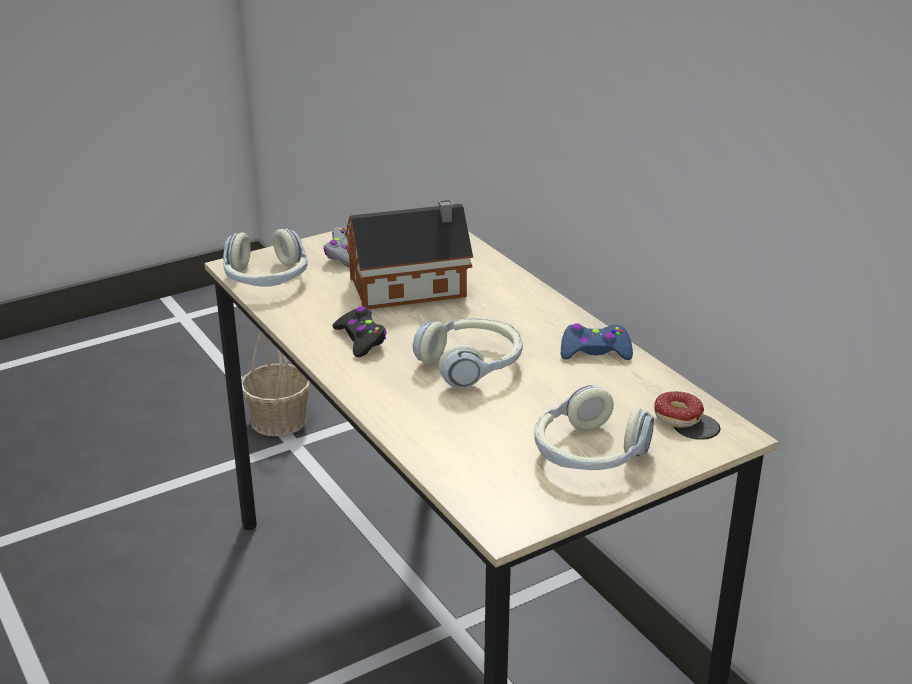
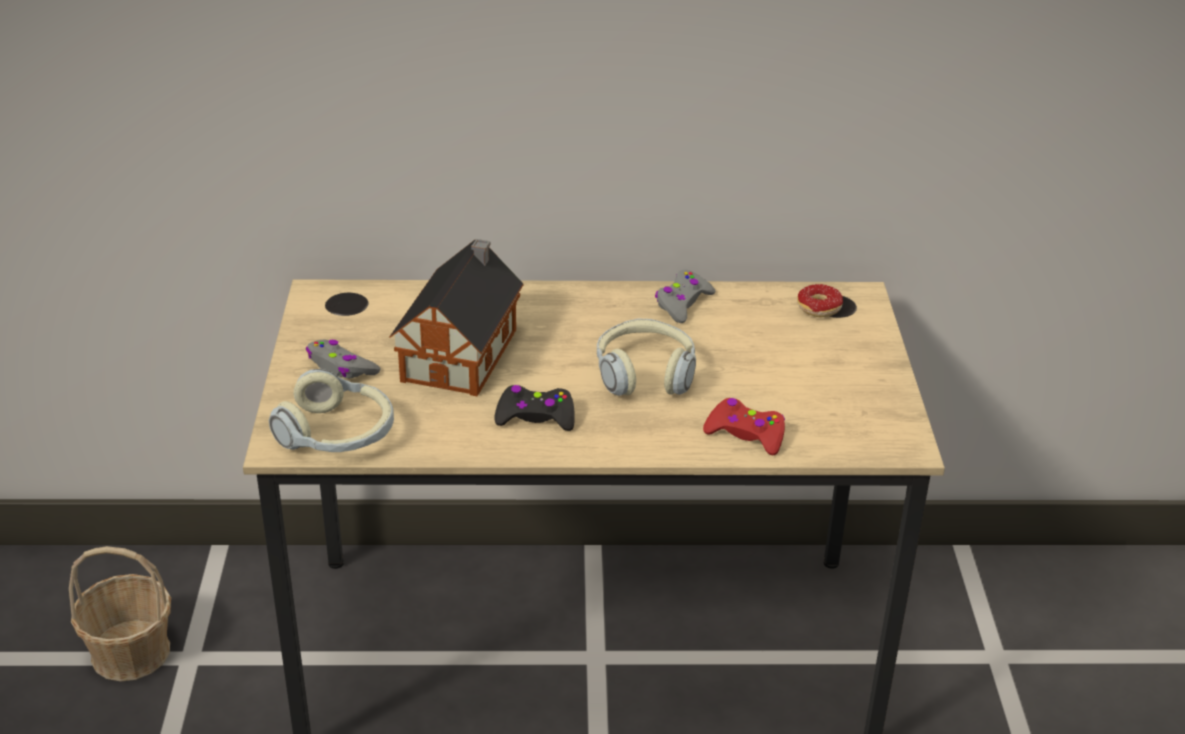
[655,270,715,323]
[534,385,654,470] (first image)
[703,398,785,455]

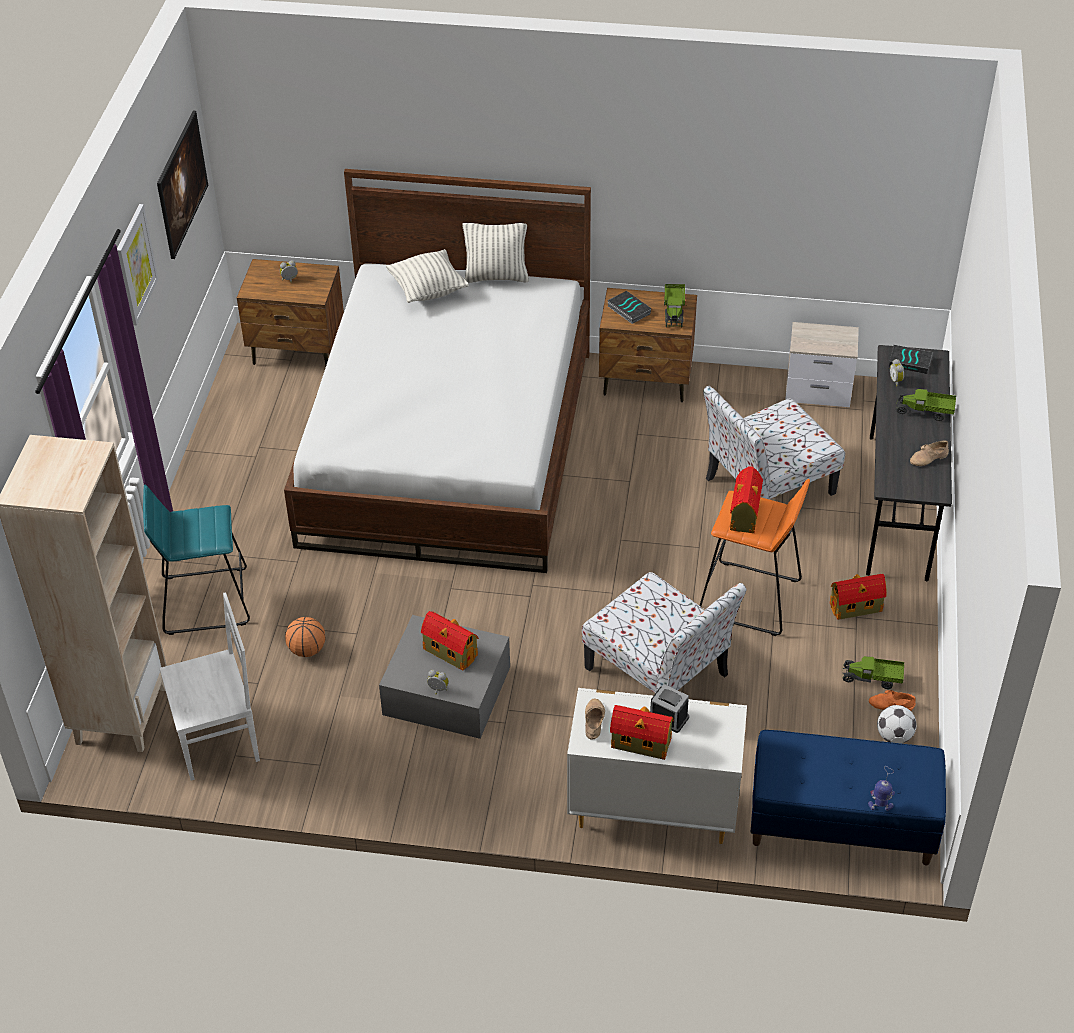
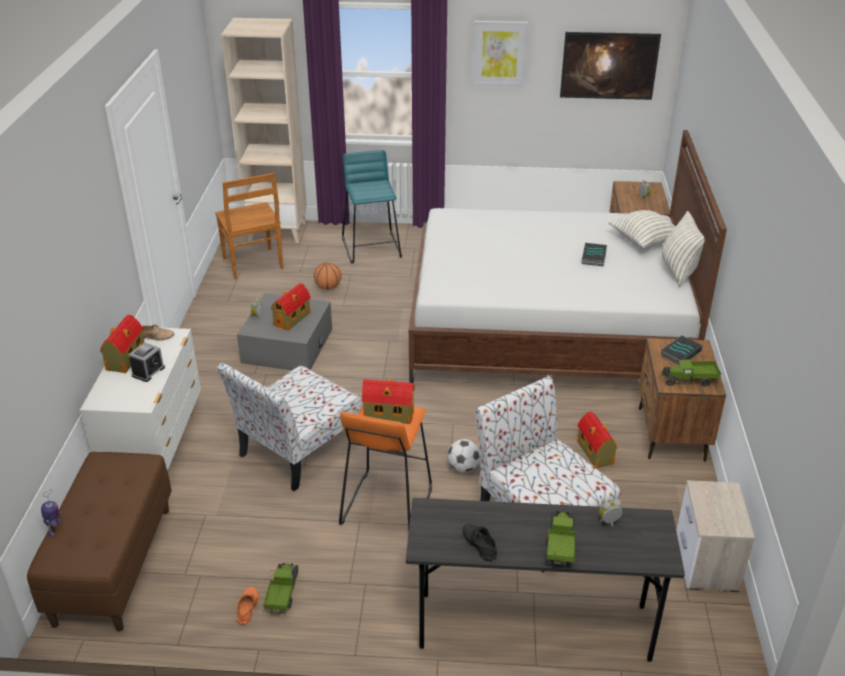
[582,243,607,266]
[463,524,497,561]
[577,411,618,468]
[215,173,283,279]
[448,439,480,472]
[27,452,172,631]

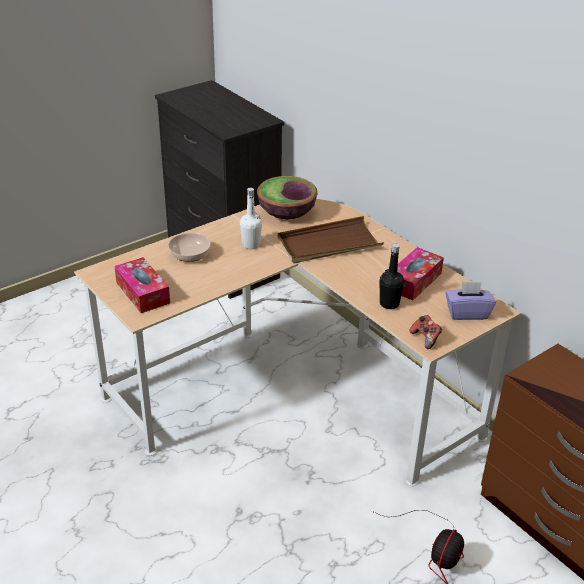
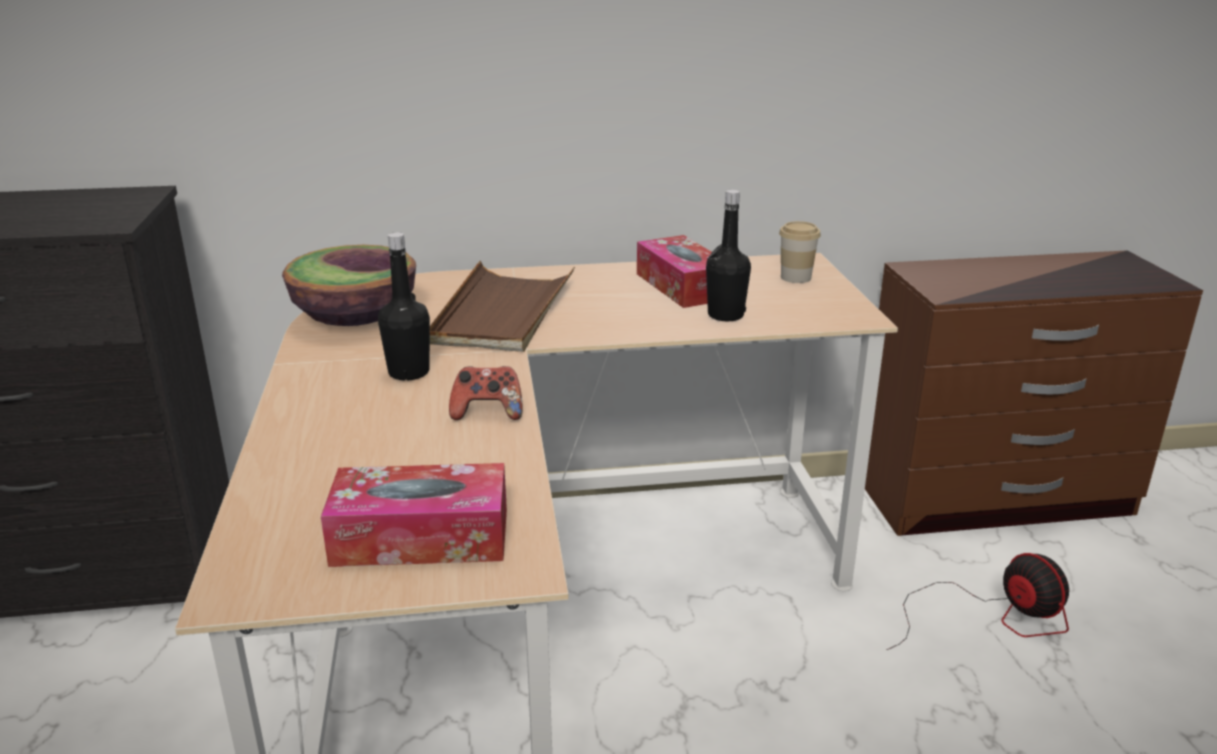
[378,232,430,381]
[168,233,211,262] (first image)
[779,221,821,283]
[449,366,522,420]

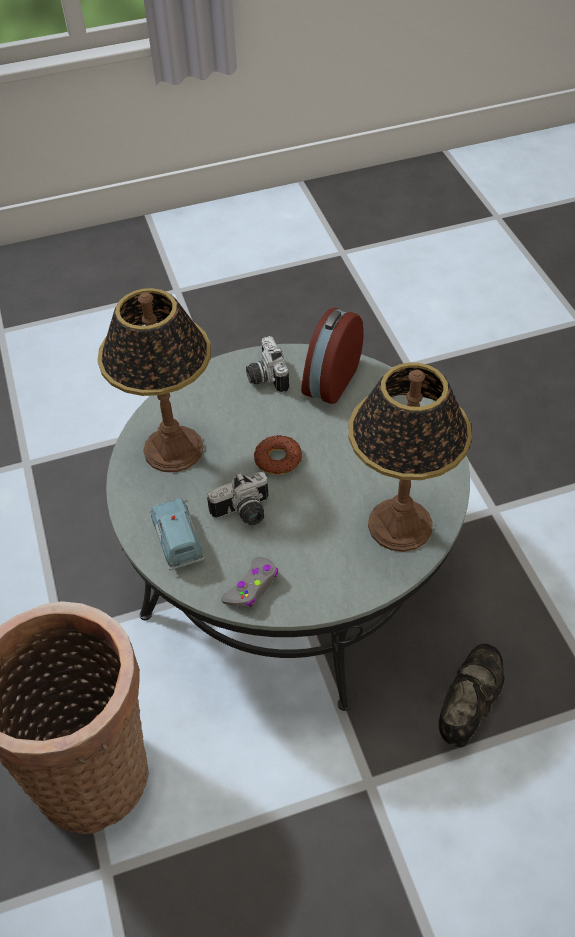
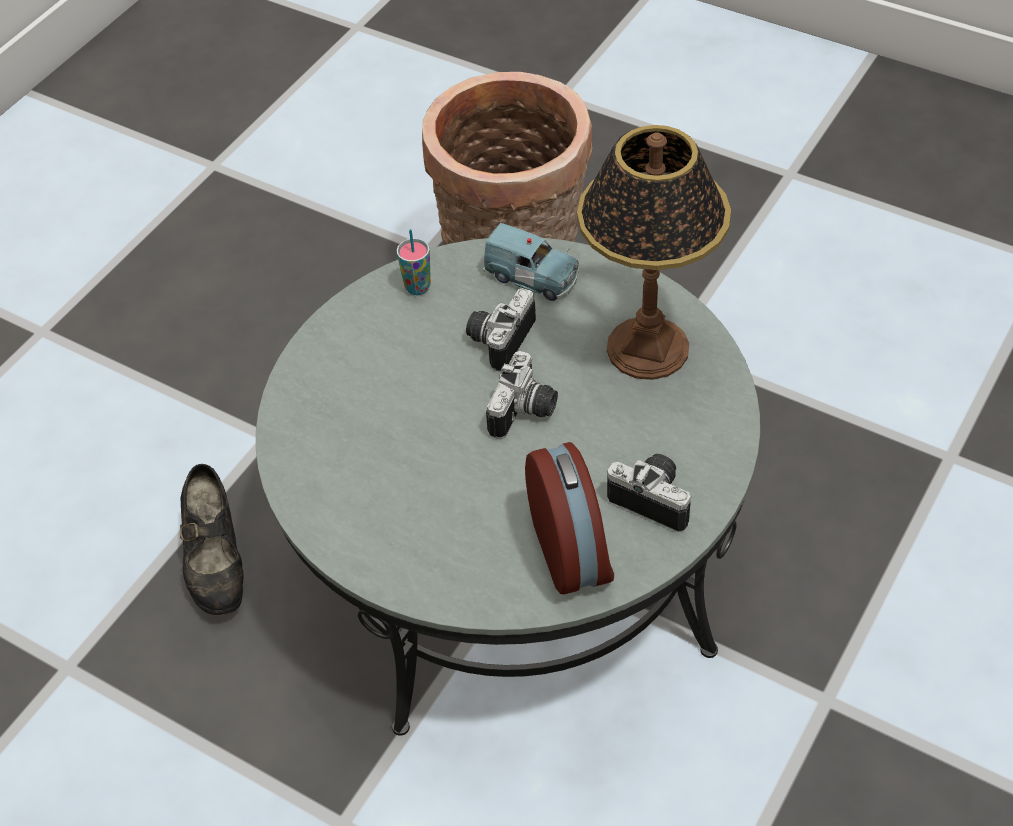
[348,363,472,552] (first image)
[486,351,558,439]
[397,229,431,295]

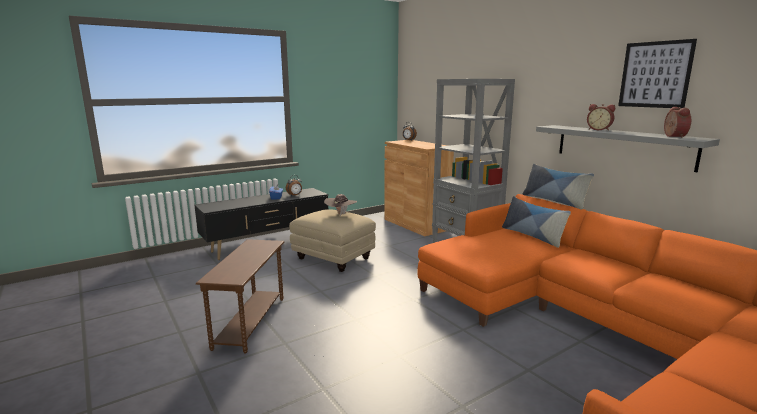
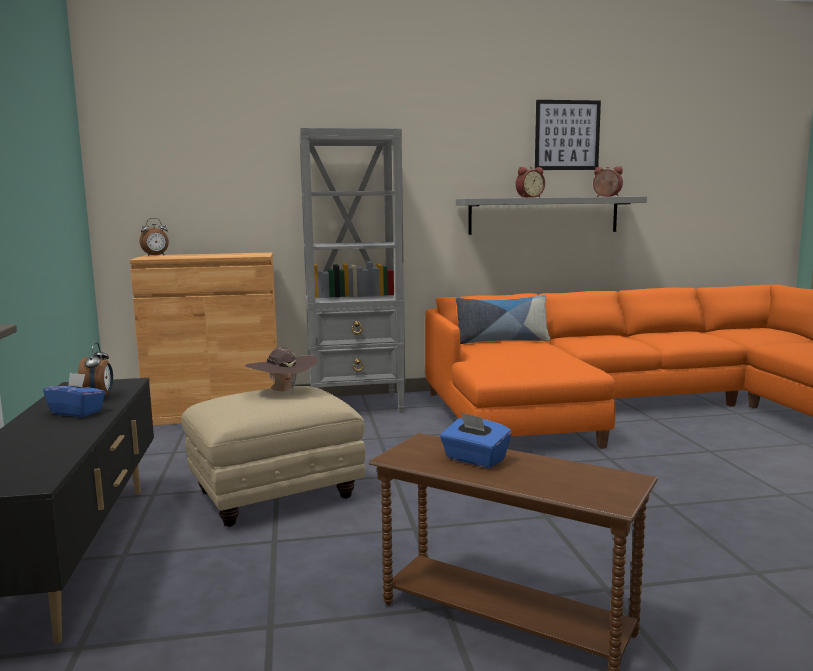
[523,164,594,210] (first image)
[440,412,511,468]

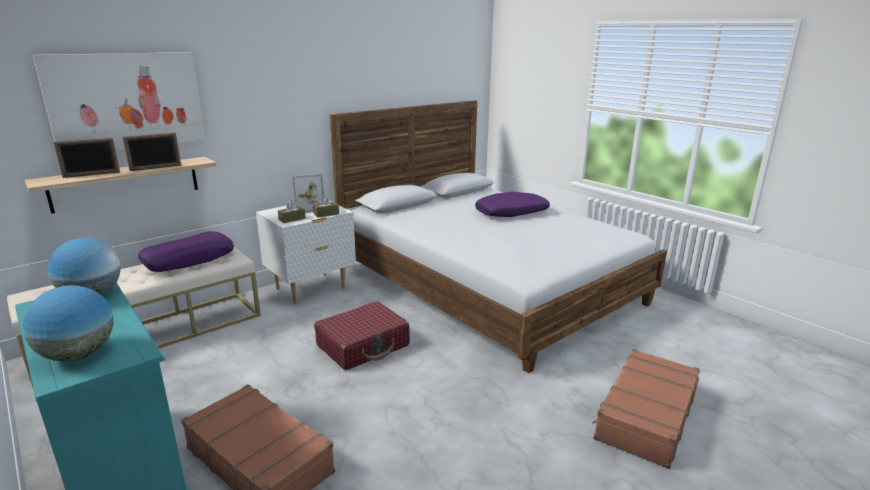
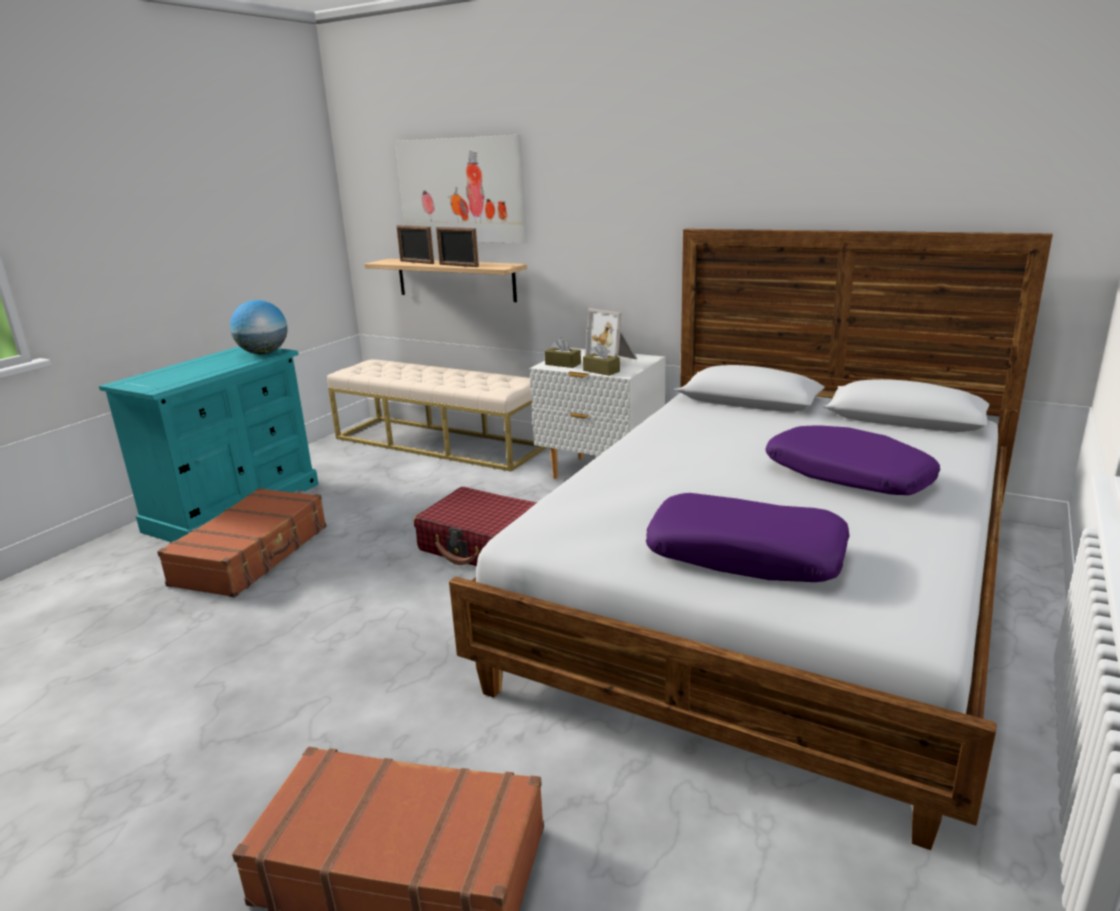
[646,493,849,582]
[22,285,114,362] (first image)

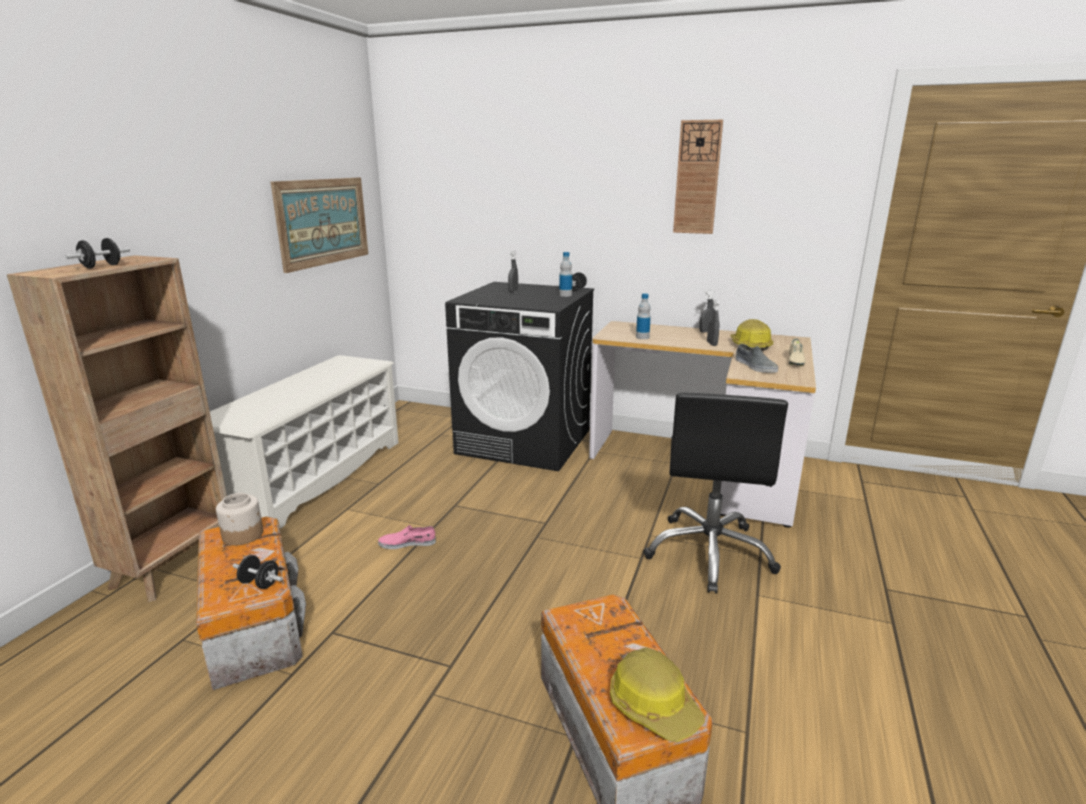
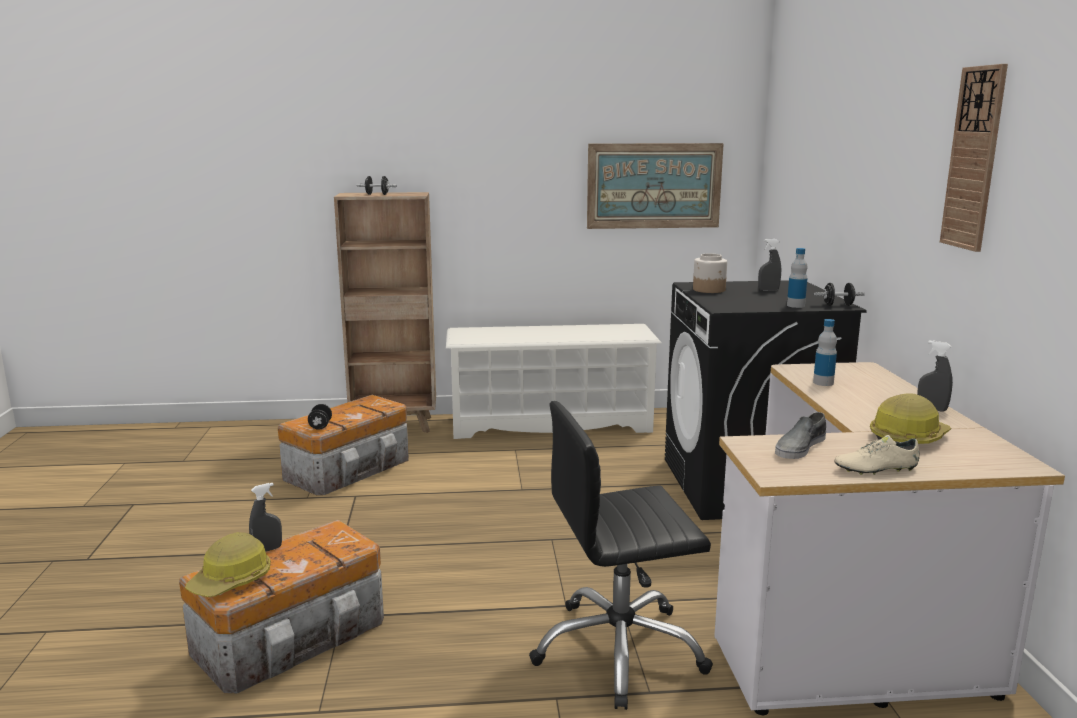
[249,483,282,551]
[693,254,727,293]
[378,525,436,549] (first image)

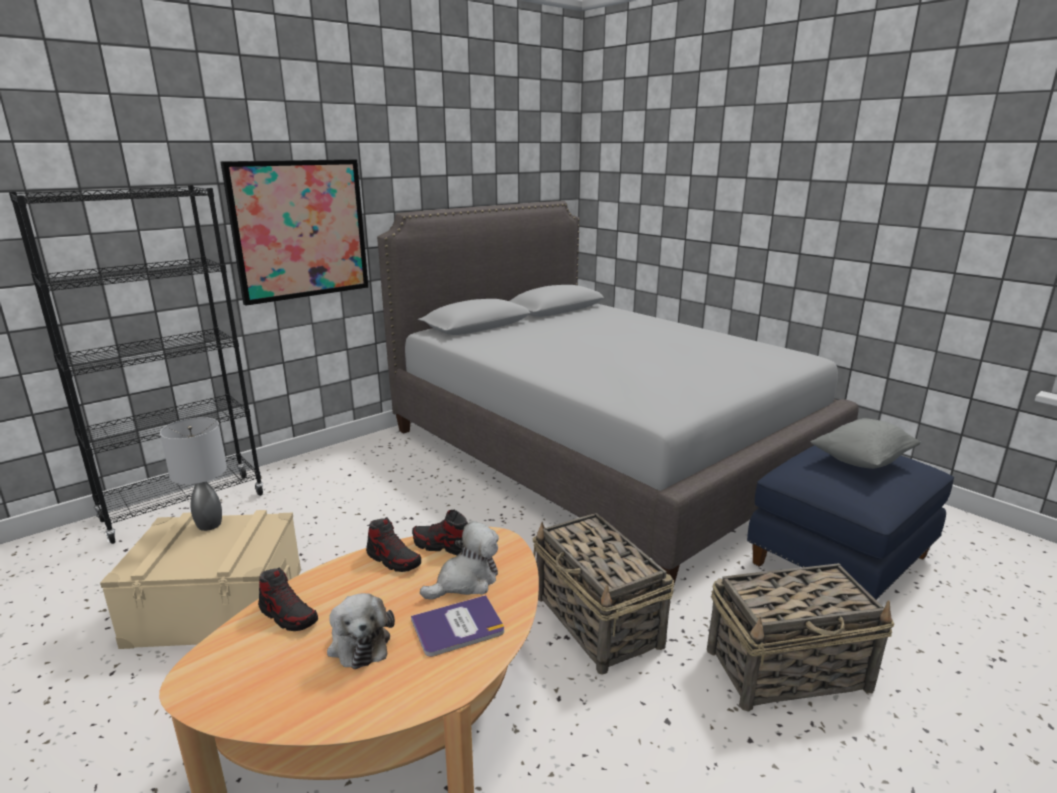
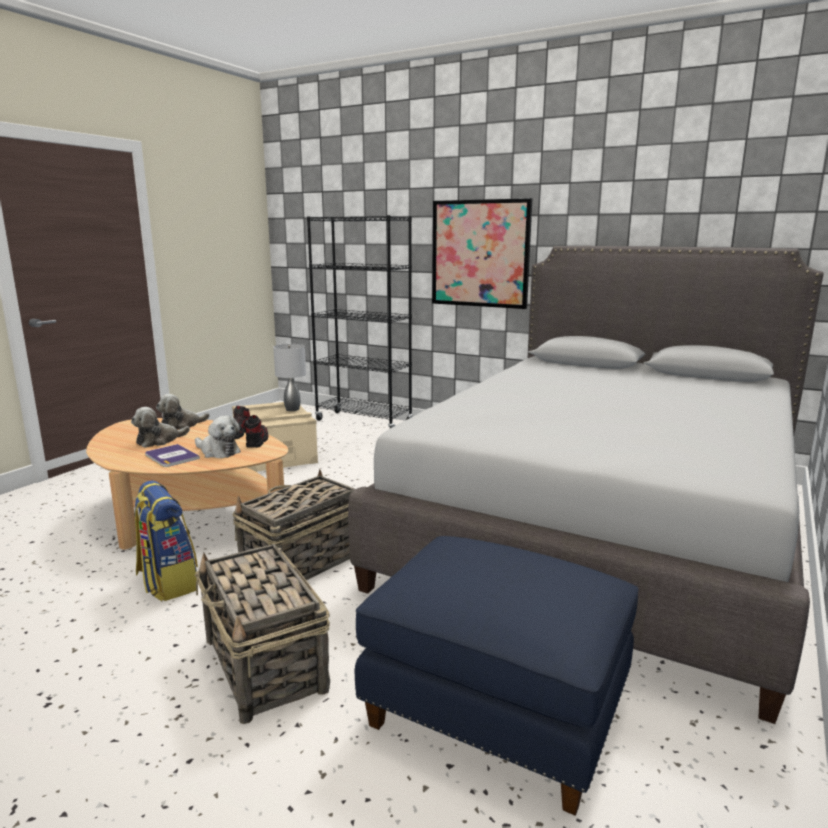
[810,418,921,469] (first image)
[156,394,210,430]
[134,480,198,601]

